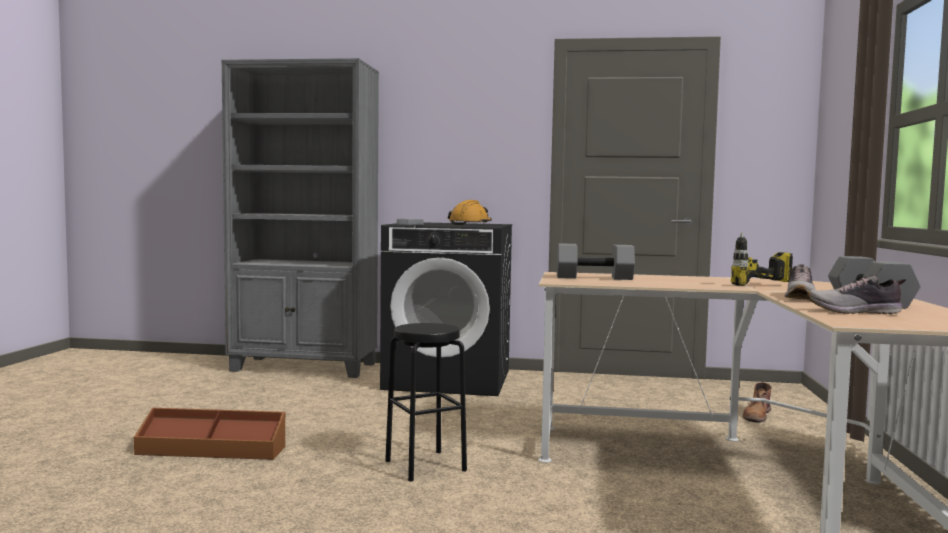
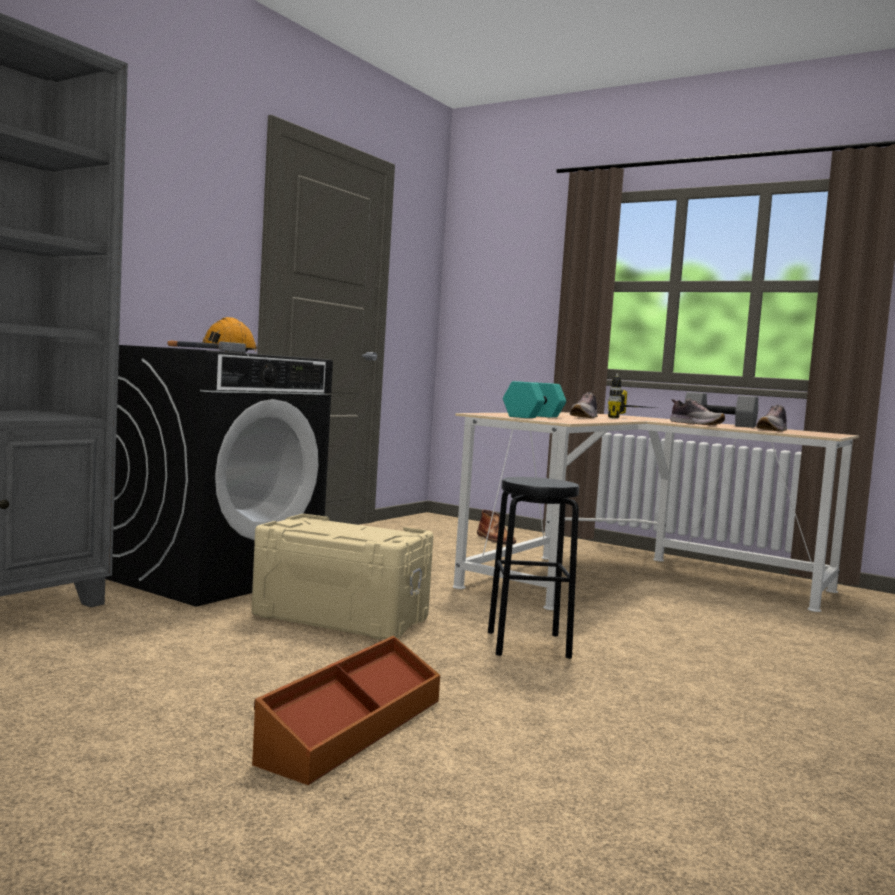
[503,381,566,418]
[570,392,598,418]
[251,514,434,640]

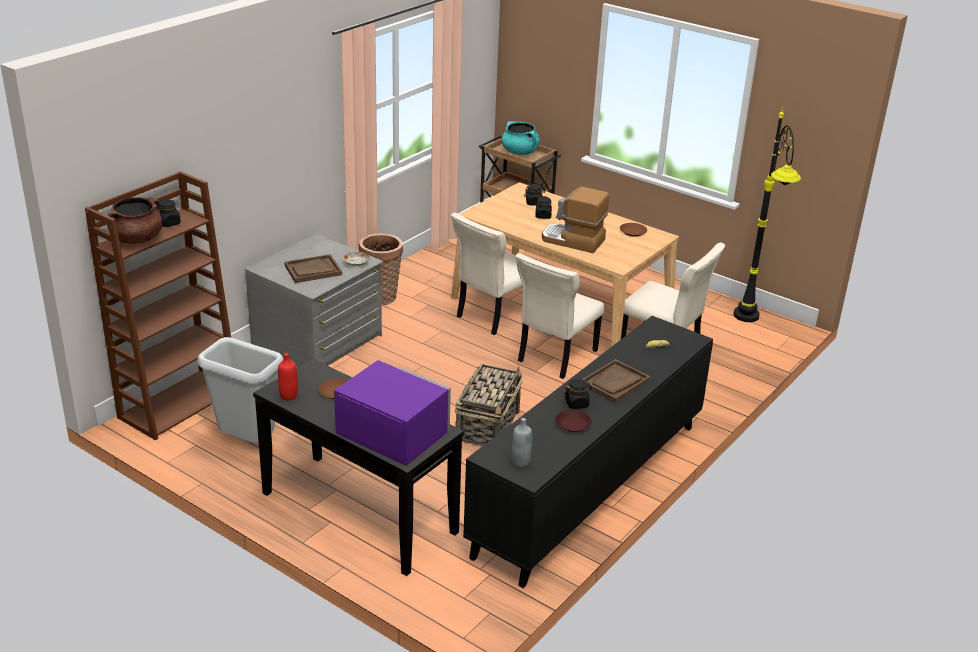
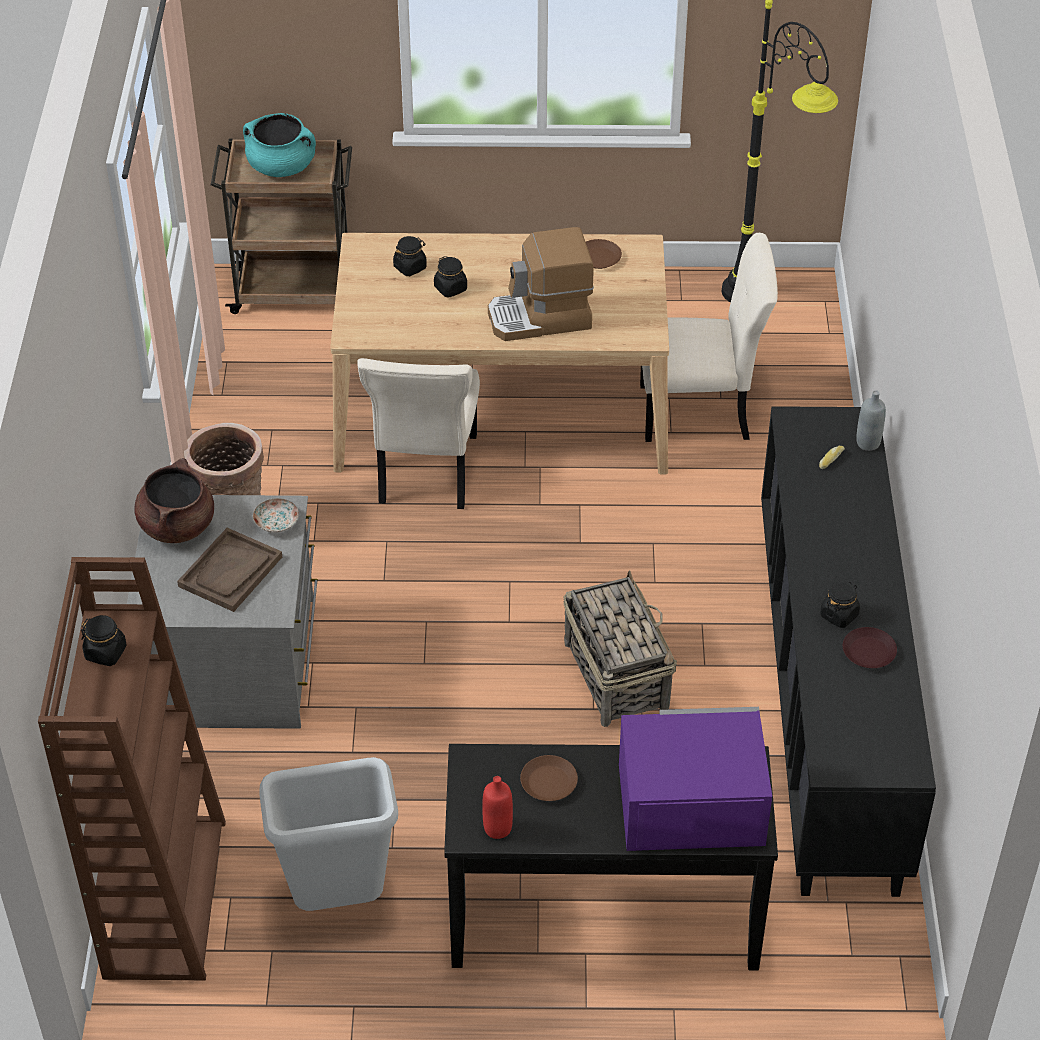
[135,458,214,543]
[516,253,604,379] (first image)
[582,359,651,403] (first image)
[856,390,886,451]

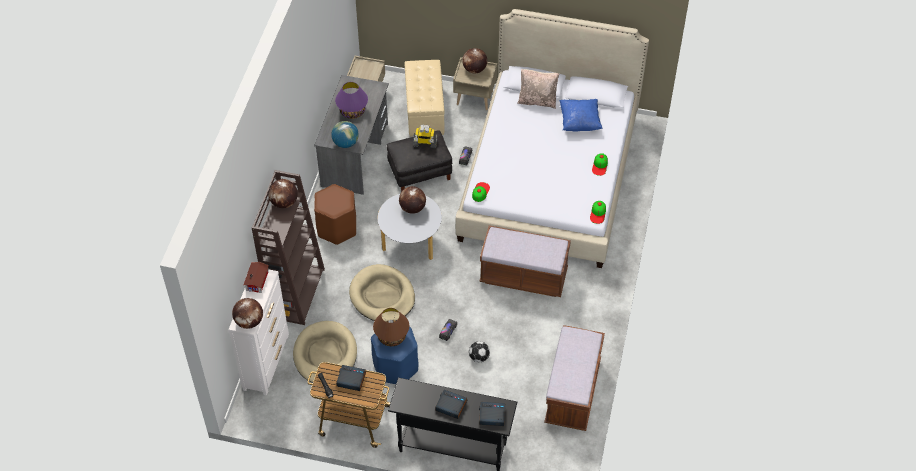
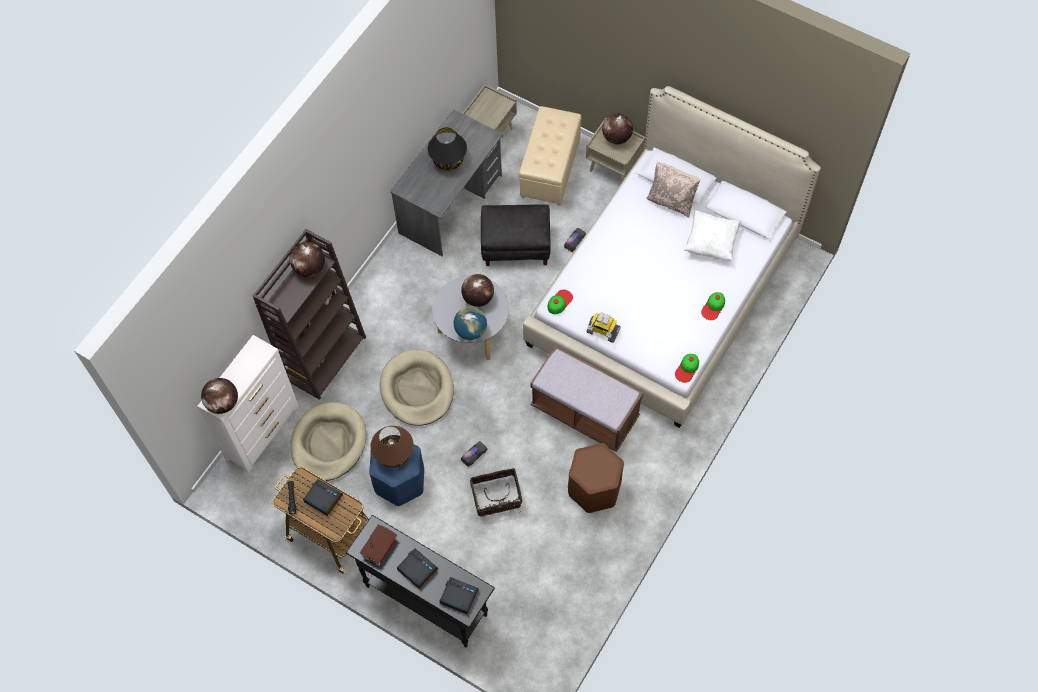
[428,127,467,170]
[683,210,741,261]
[454,307,487,340]
[587,313,621,343]
[568,443,624,513]
[360,524,397,566]
[544,325,605,431] (first image)
[470,468,522,517]

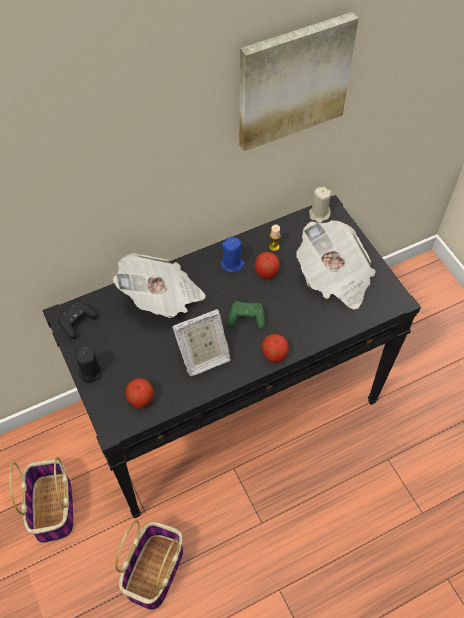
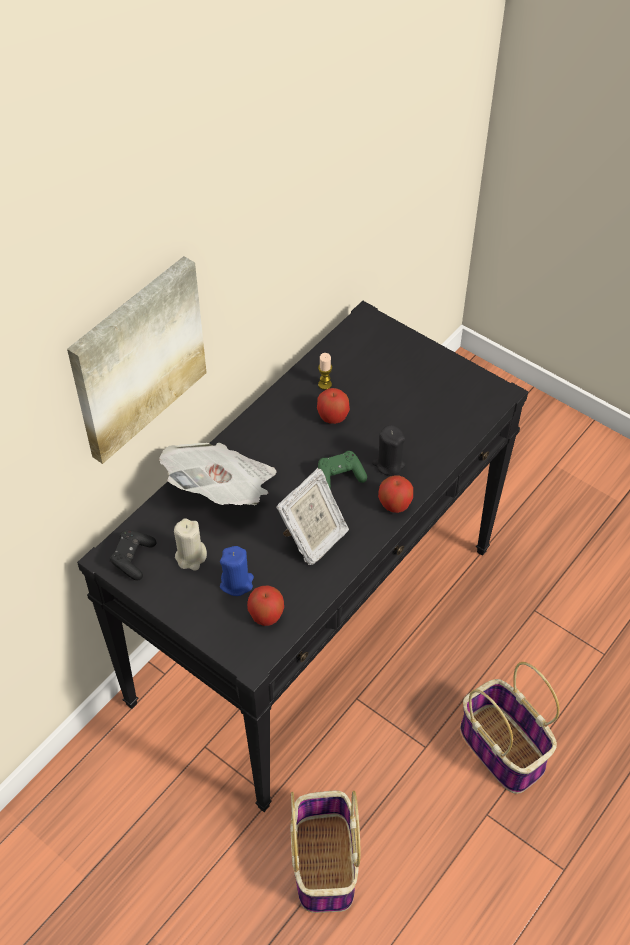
[67,256,207,464]
[174,518,207,571]
[296,220,376,309] (first image)
[220,546,254,596]
[372,425,406,476]
[460,662,560,794]

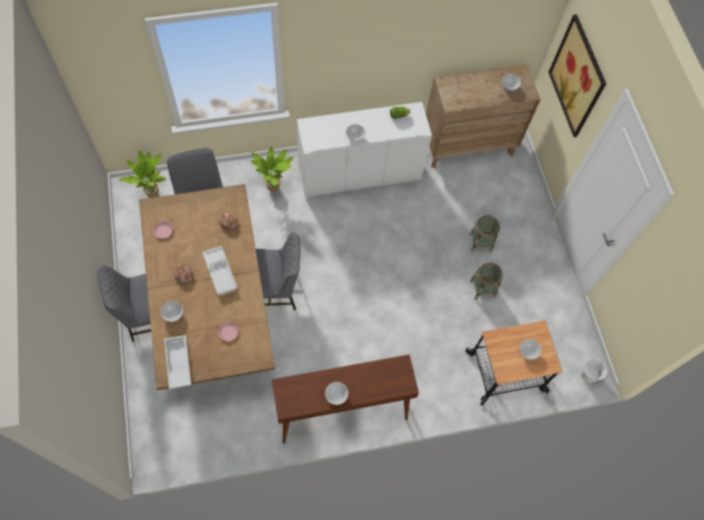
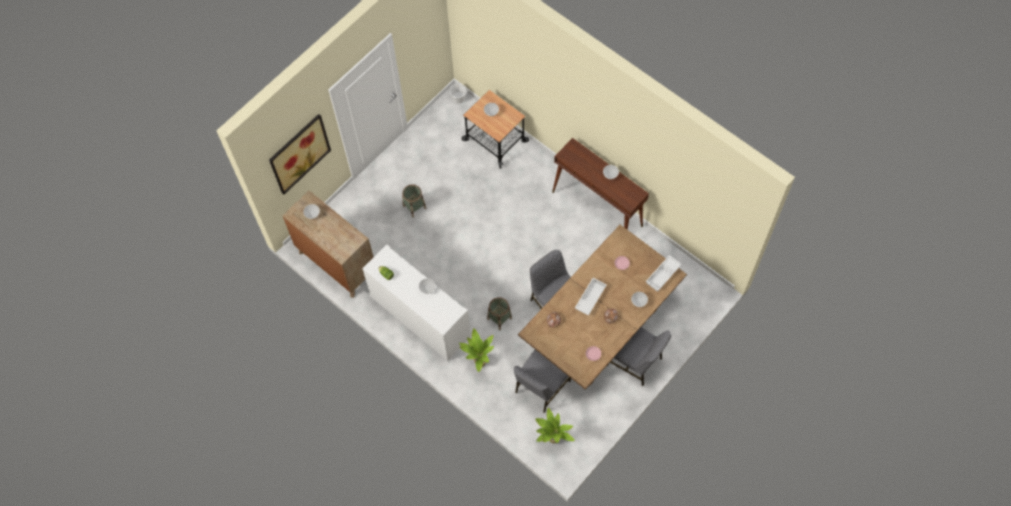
[487,297,512,330]

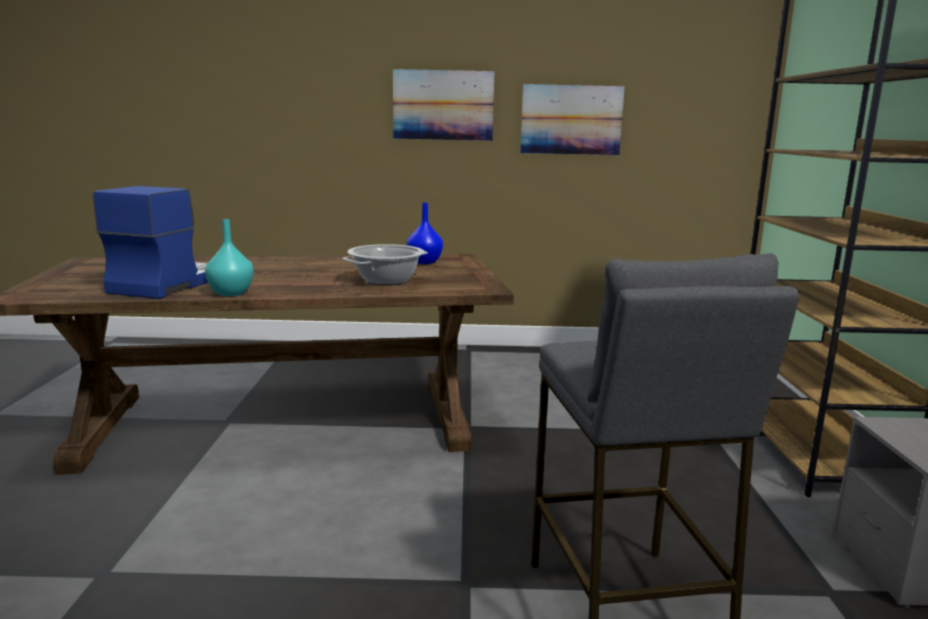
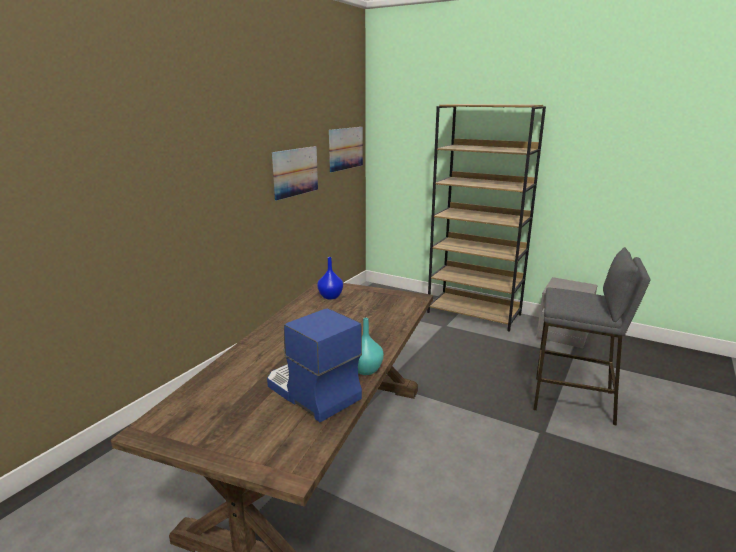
[329,127,363,172]
[342,244,428,285] (first image)

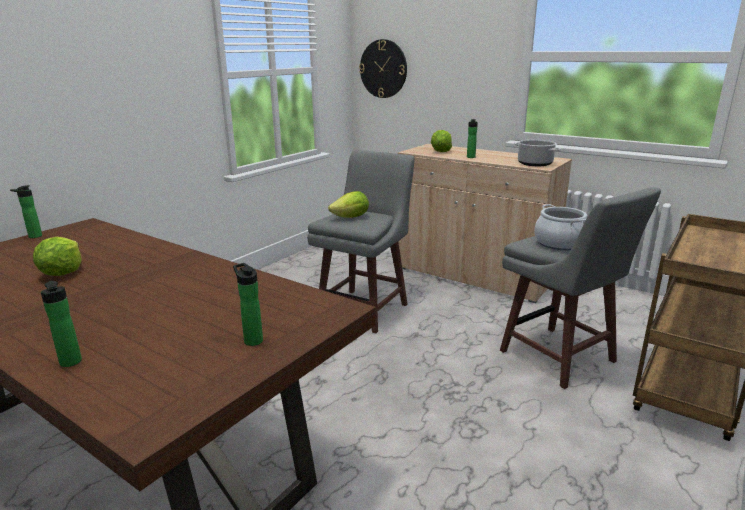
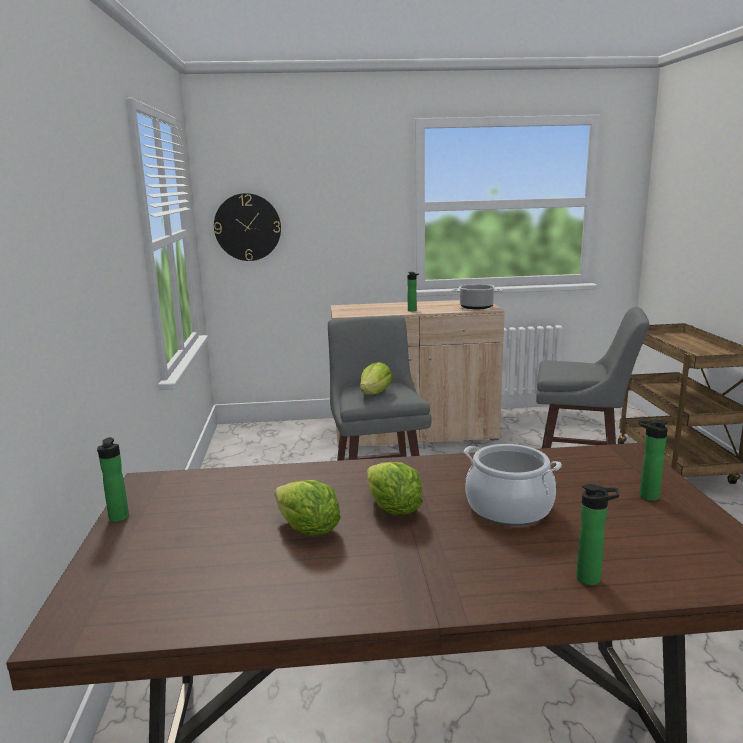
[367,462,423,515]
[464,444,562,526]

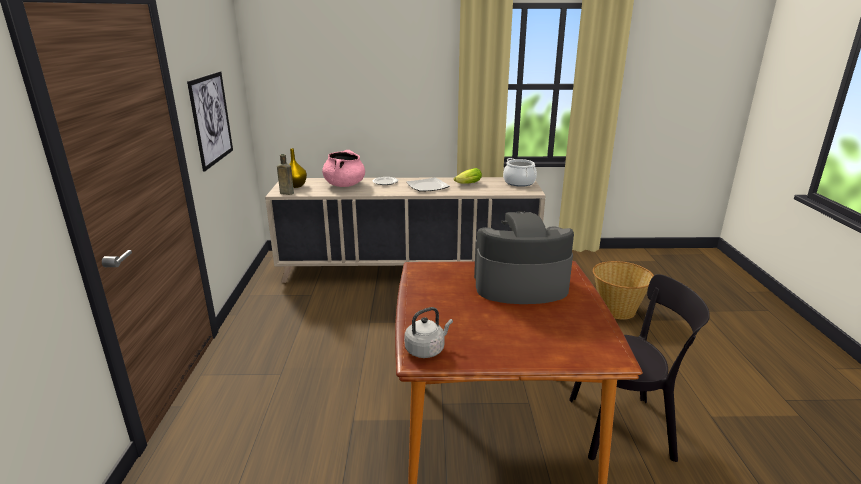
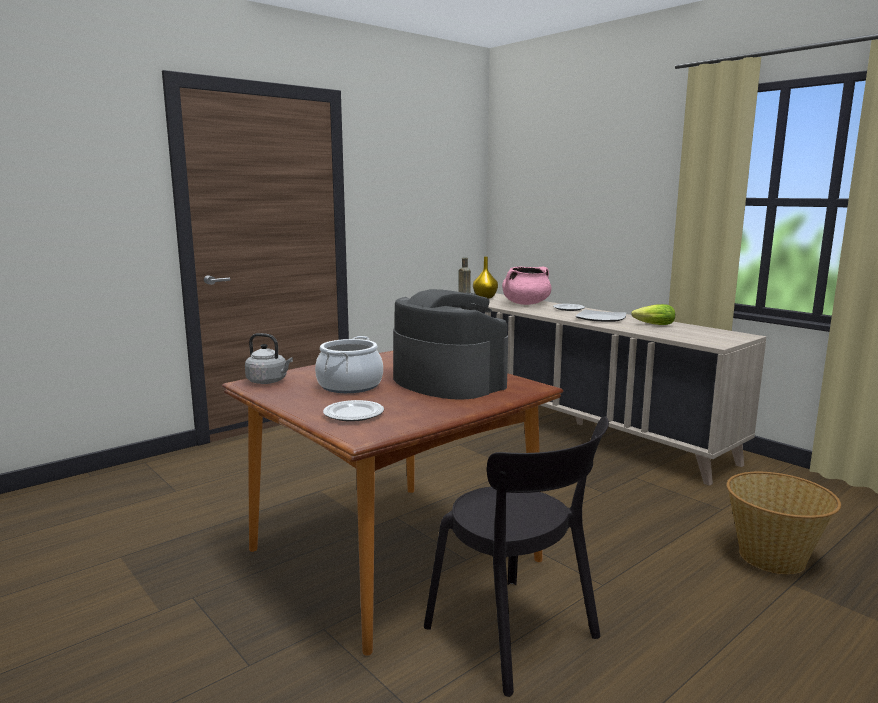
[187,71,233,172] (first image)
[315,336,383,393]
[323,400,384,422]

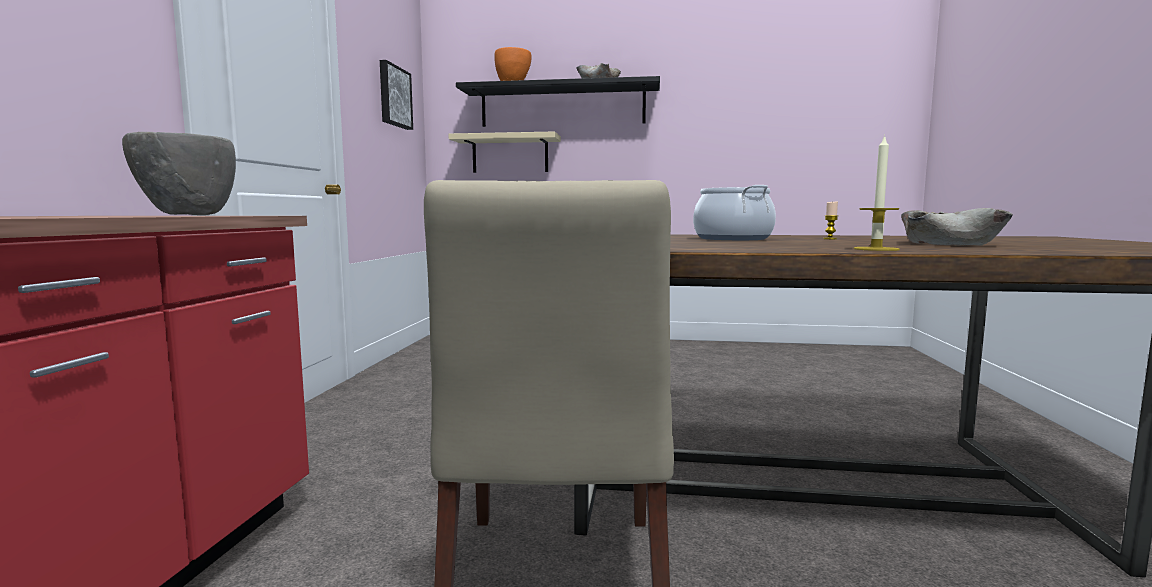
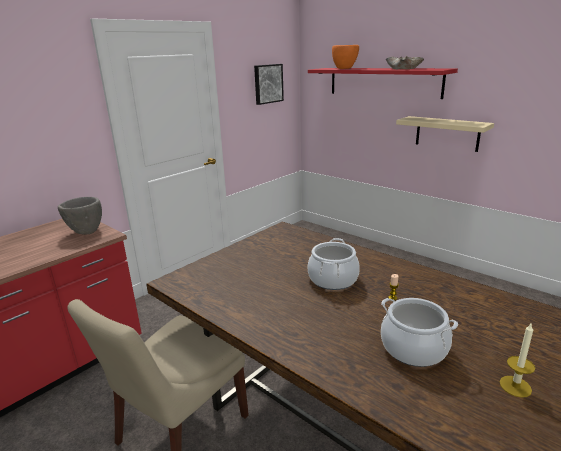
[308,68,458,99]
[396,116,494,152]
[500,324,535,398]
[381,298,458,367]

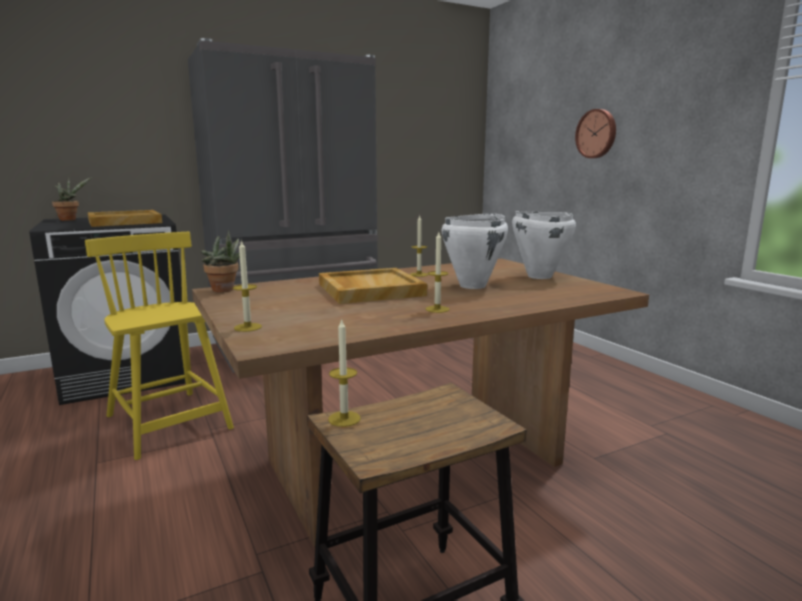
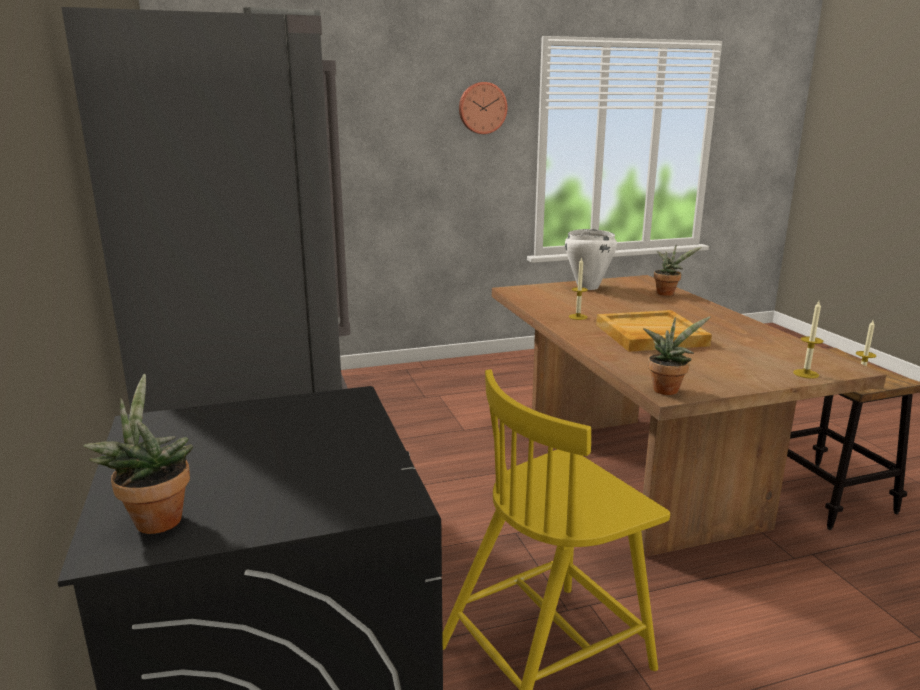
[459,82,507,134]
[87,210,162,227] (first image)
[441,213,508,289] (first image)
[425,232,450,313] (first image)
[654,245,701,296]

